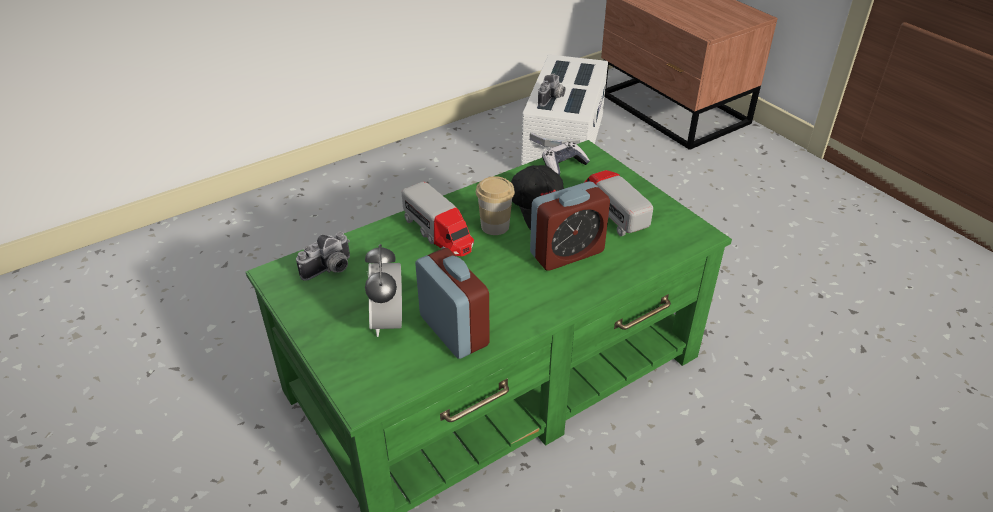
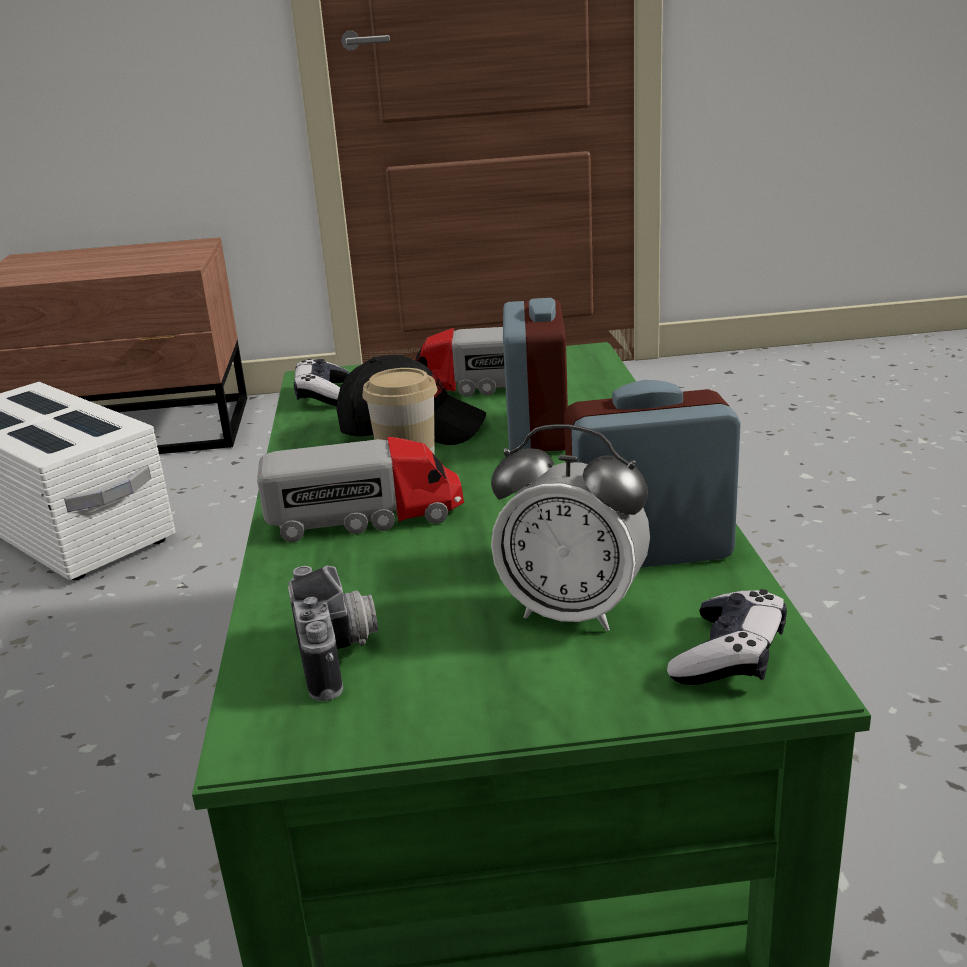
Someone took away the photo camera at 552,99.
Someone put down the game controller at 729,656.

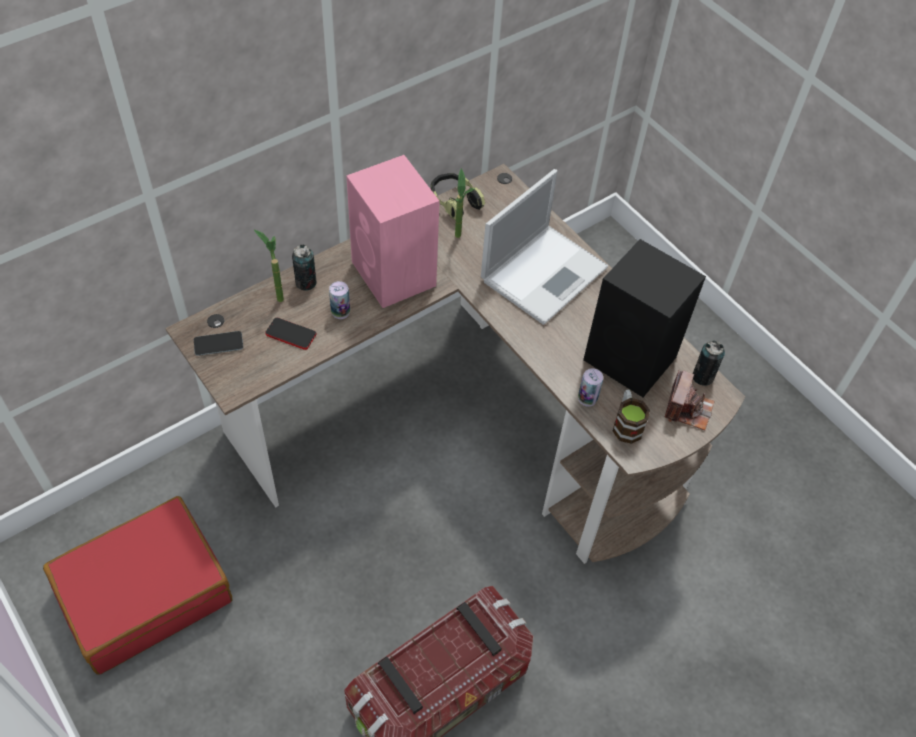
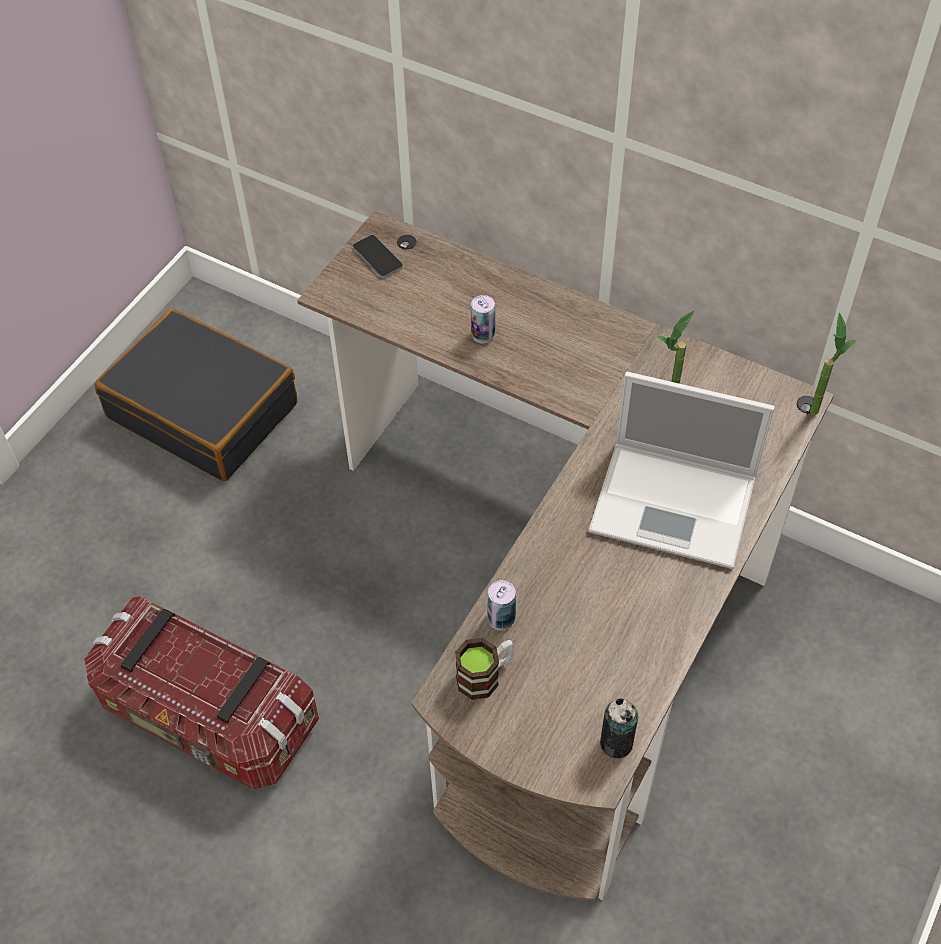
Someone repainted the suitcase in red at 145,592, which became the suitcase in black at 204,410.
Someone carried the potted plant from 276,295 to 816,404.
Someone took away the phone at 291,334.
Someone took away the can at 306,283.
Someone took away the speaker in pink at 394,275.
Someone took away the headphones at 454,202.
Someone took away the speaker in black at 631,360.
Someone took away the photo camera at 687,409.

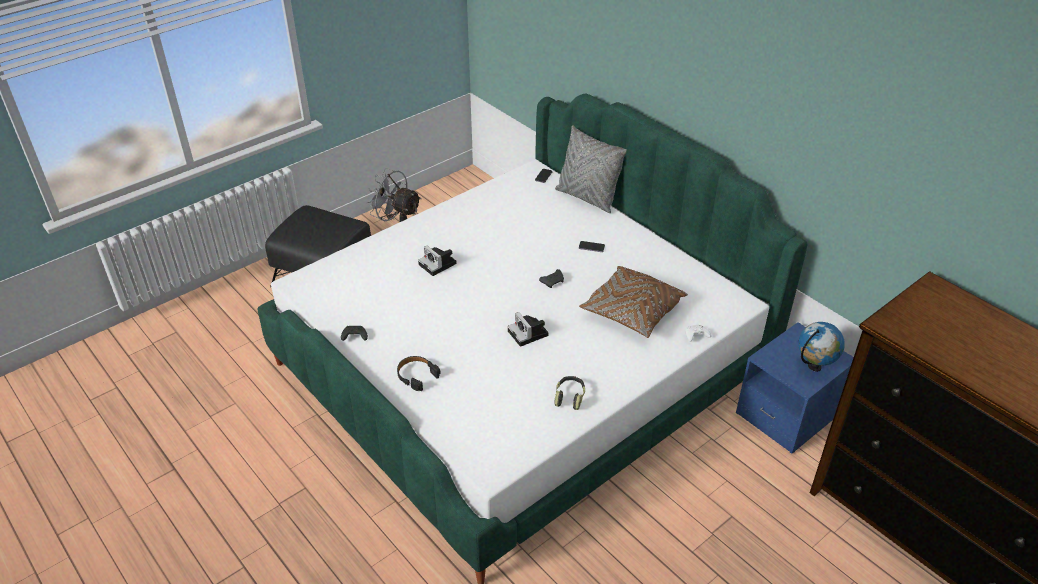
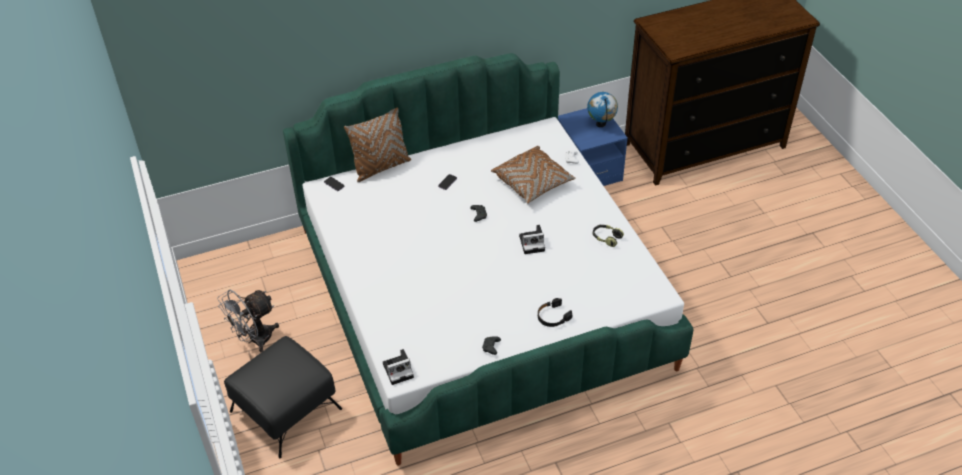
Someone carried the photo camera from 438,264 to 399,370.
Someone repainted the pillow in grey at 587,198, which became the pillow in brown at 381,167.

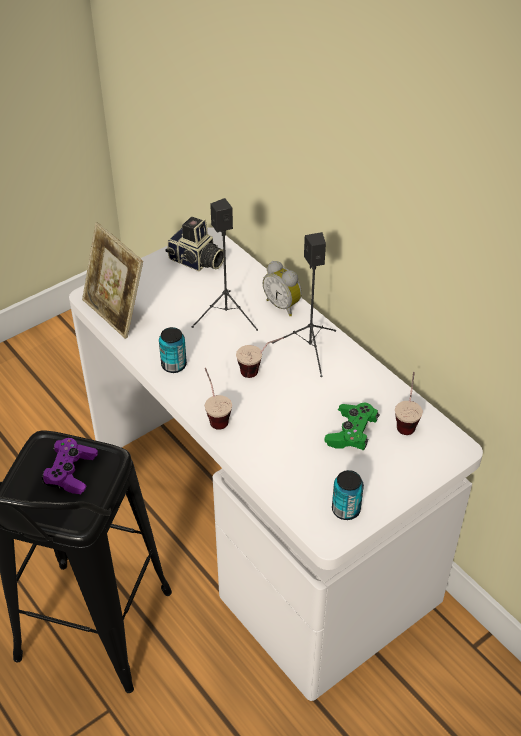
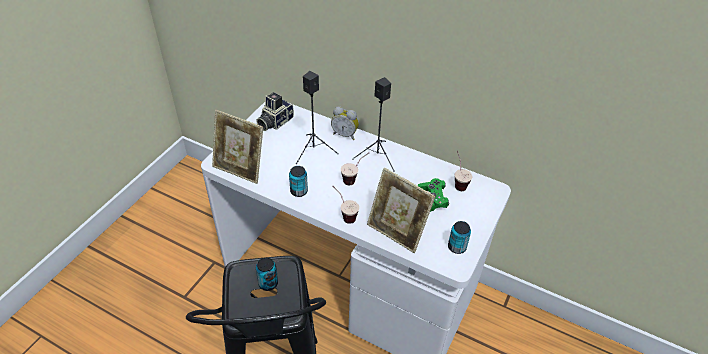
Someone swapped the game controller in purple at 71,472 for the can at 268,283.
Someone rotated the photo camera at 196,261 by 120 degrees clockwise.
Someone put down the picture frame at 396,232.

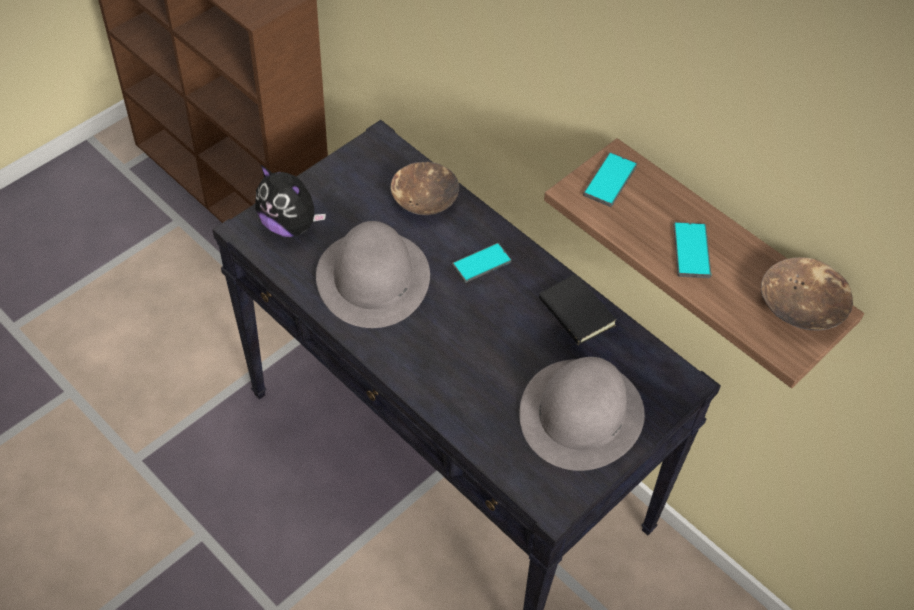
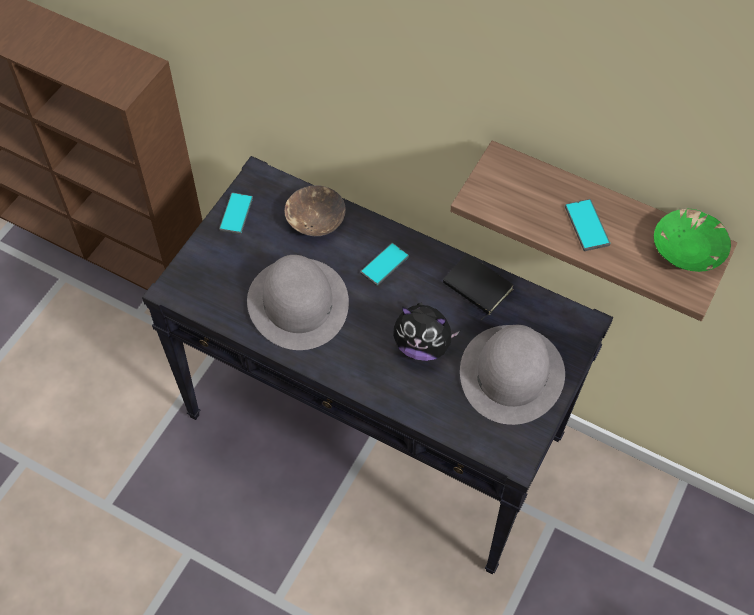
Someone carried the plush toy from 290,225 to 422,345.
Someone carried the phone from 610,180 to 236,214.
Someone repainted the bowl in brown at 802,306, which became the bowl in green at 688,250.

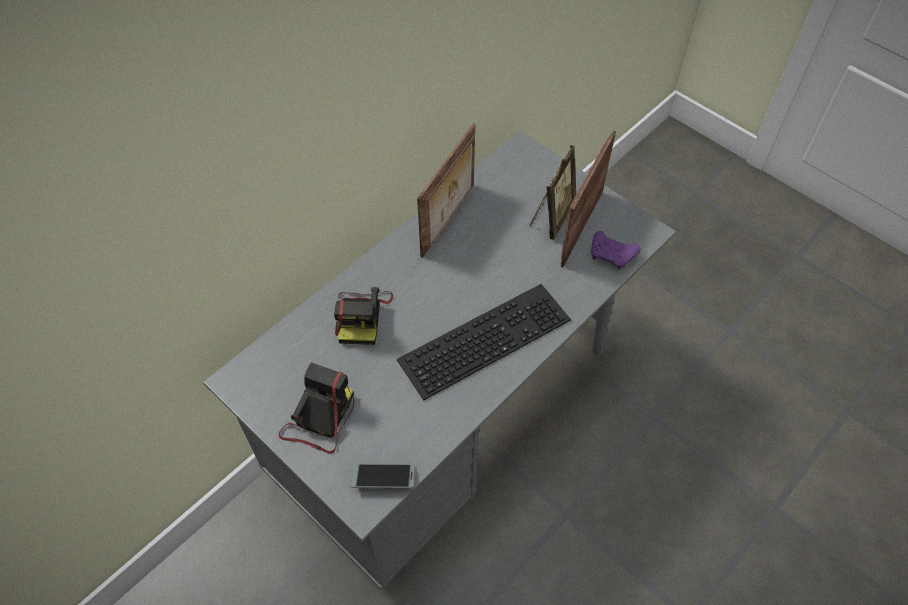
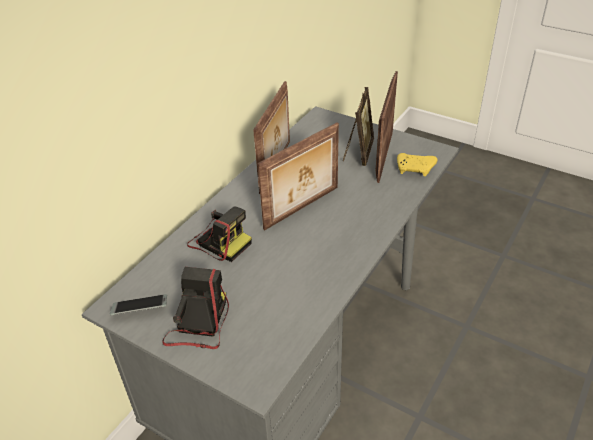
Someone rotated the photo camera at 362,316 by 45 degrees counterclockwise.
Someone carried the phone from 383,479 to 140,308.
Someone took away the keyboard at 484,336.
Someone repainted the game controller in purple at 612,255, which became the game controller in yellow at 415,169.
Someone put down the picture frame at 303,208.

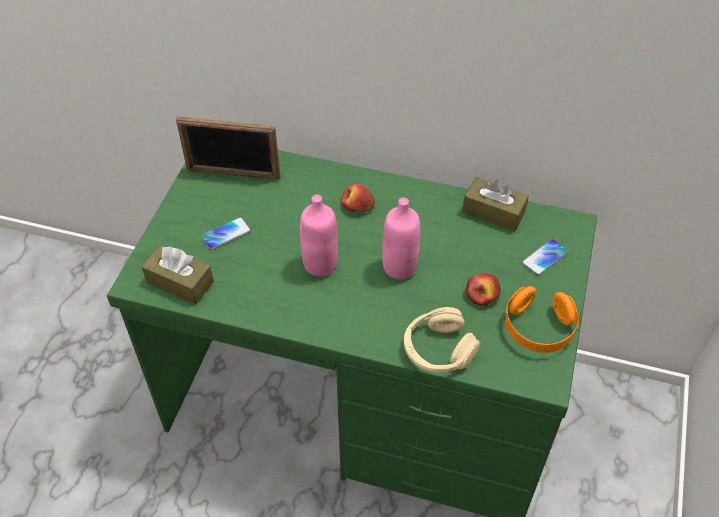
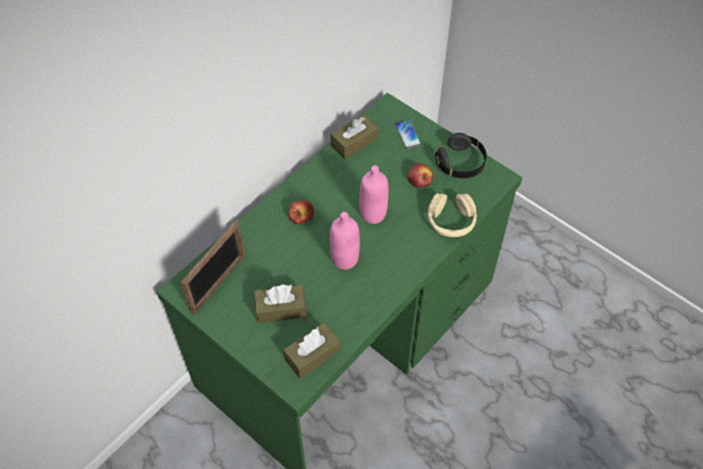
Someone swapped the phone at 226,234 for the tissue box in brown at 281,309.
Someone repainted the headphones in orange at 538,329, which became the headphones in black at 460,164.

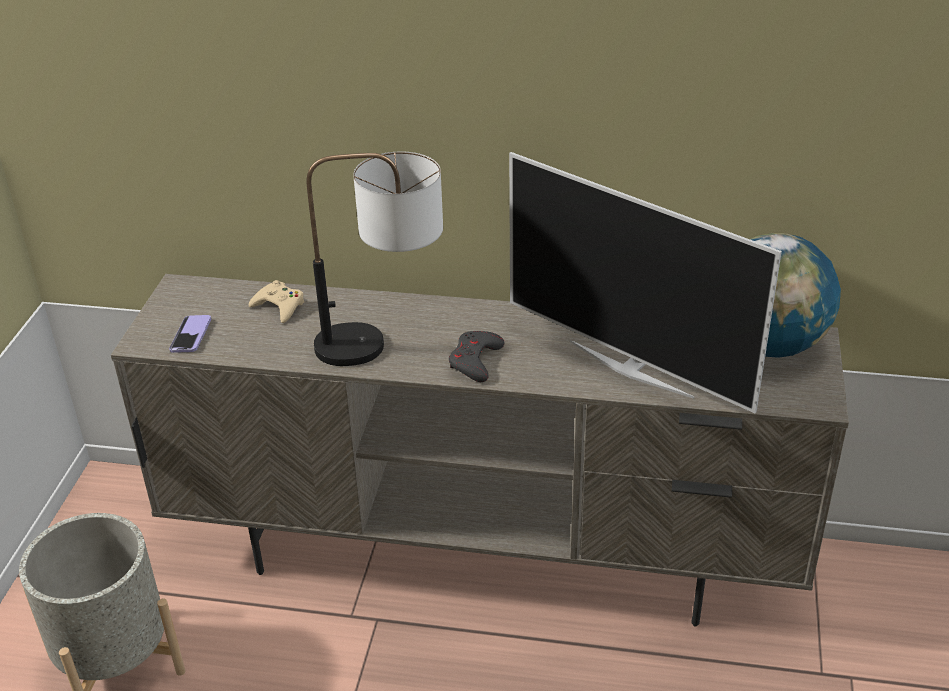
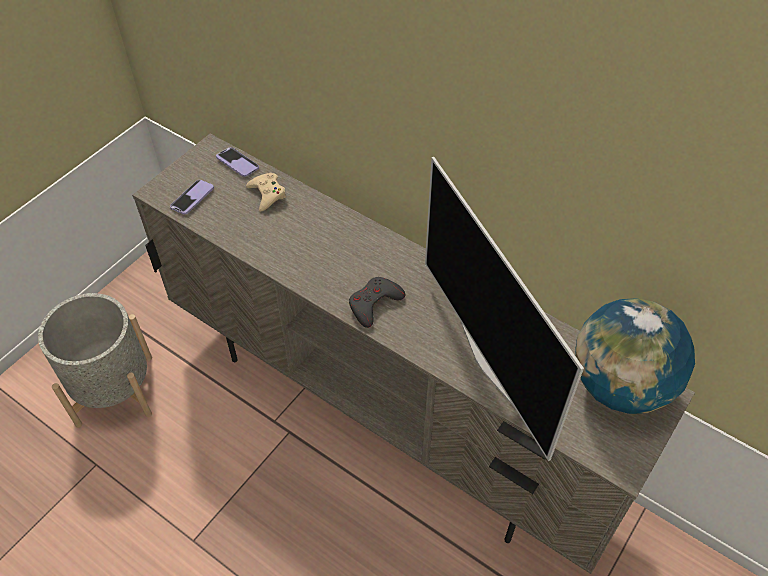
Someone took away the table lamp at 384,344.
Someone put down the phone at 237,163.

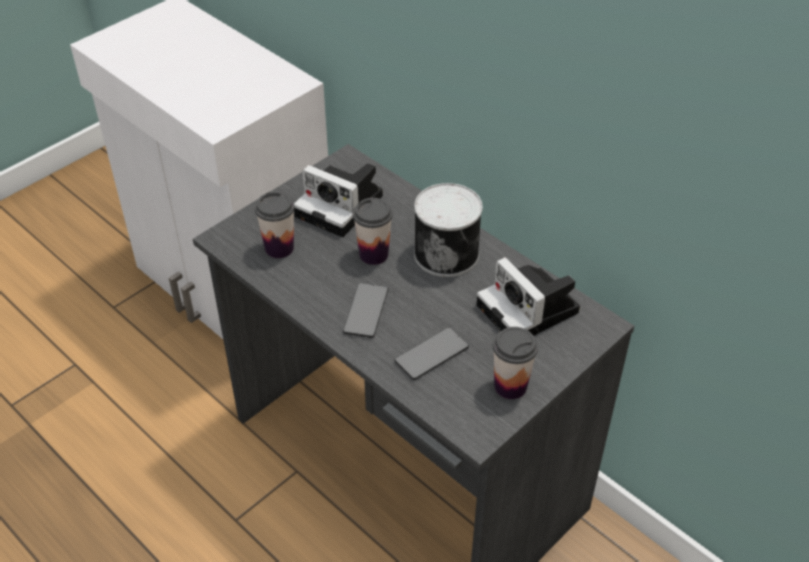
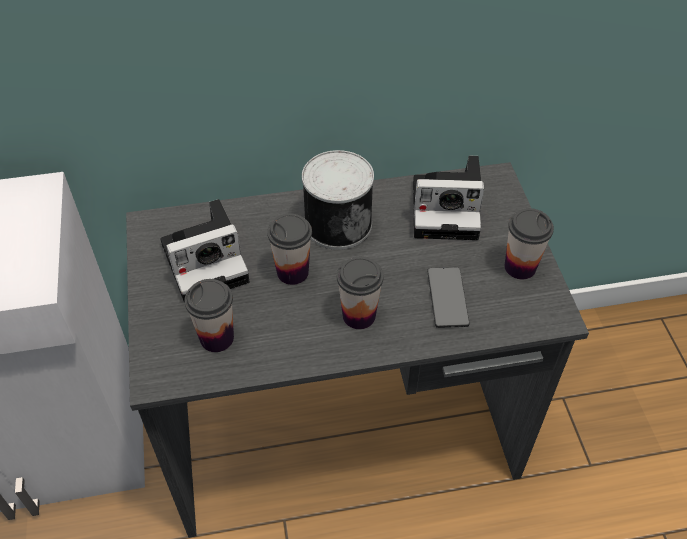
Someone swapped the phone at 366,311 for the cup at 359,315.

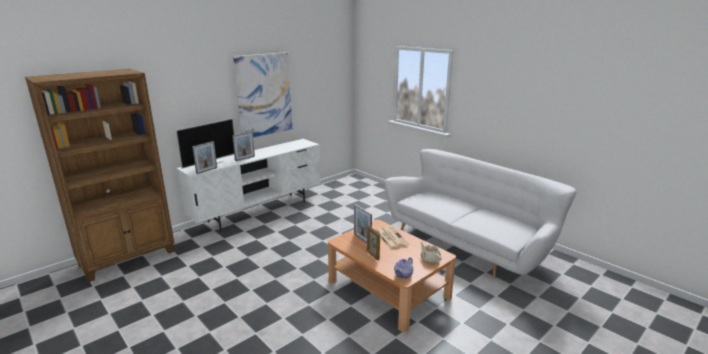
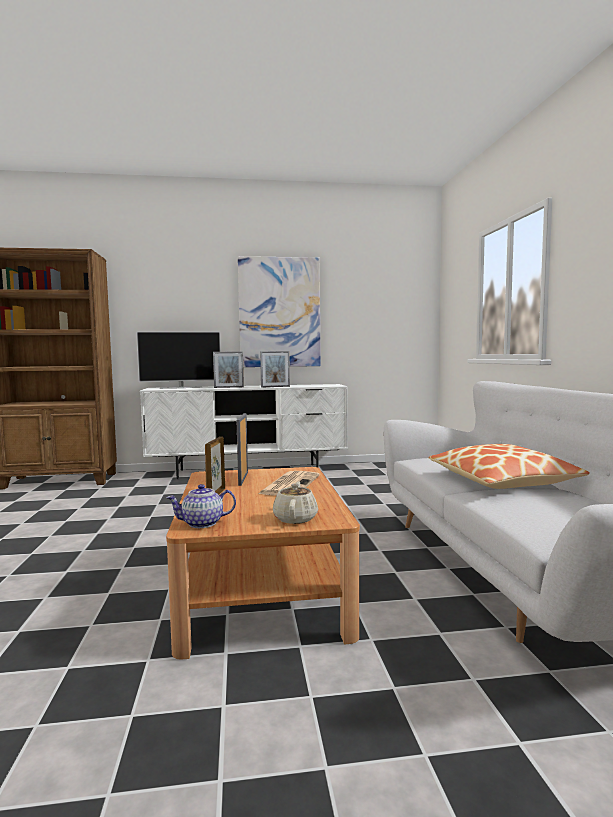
Someone carried the picture frame from 206,170 to 275,387.
Someone put down the pillow at 501,481.

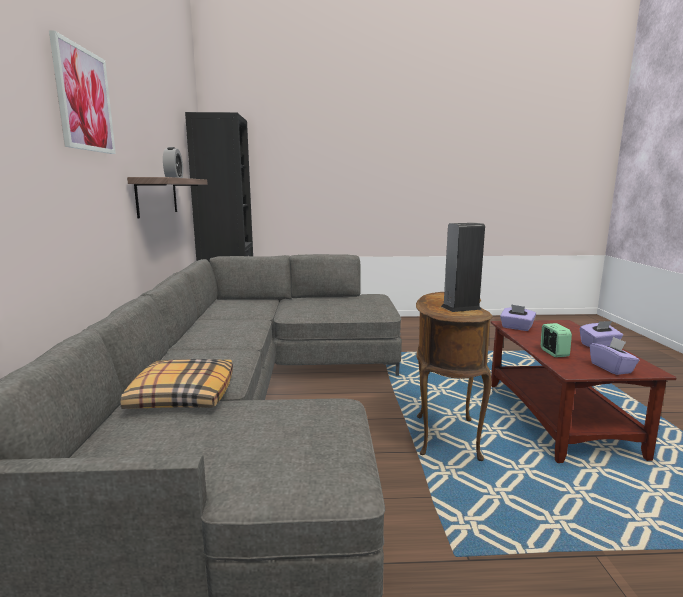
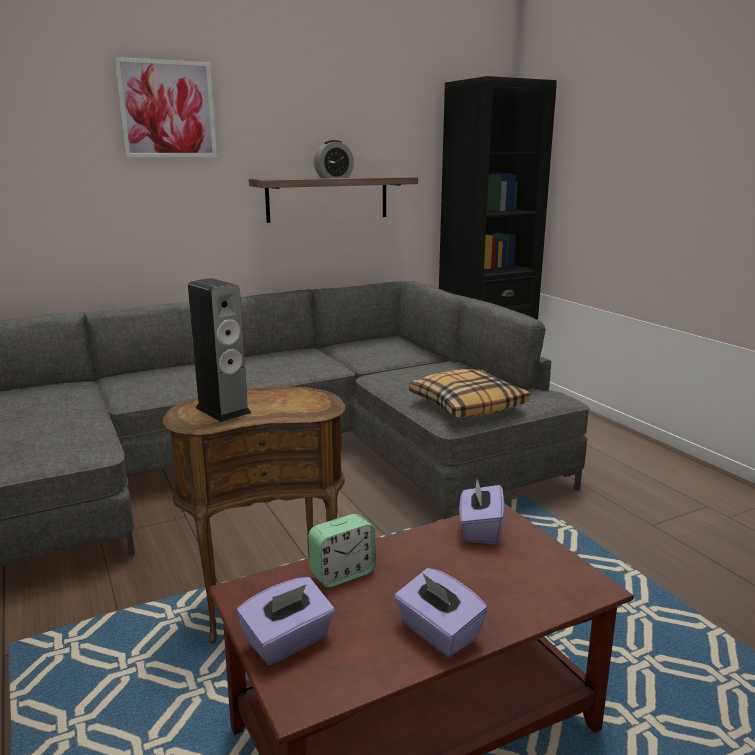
Someone carried the pillow from 182,396 to 467,405.

